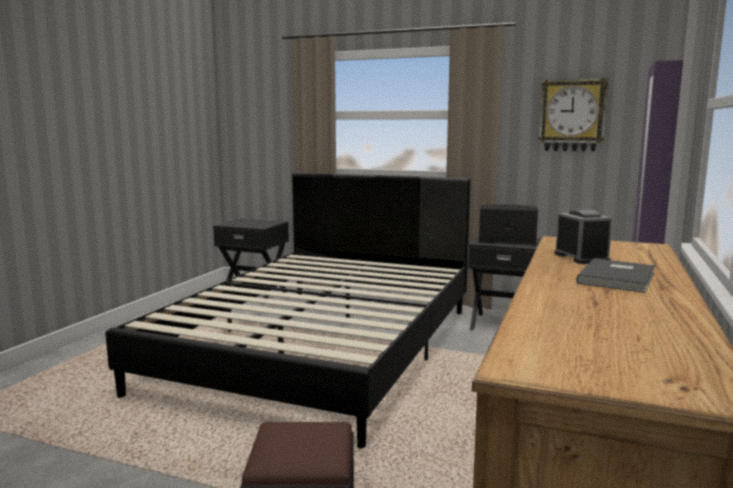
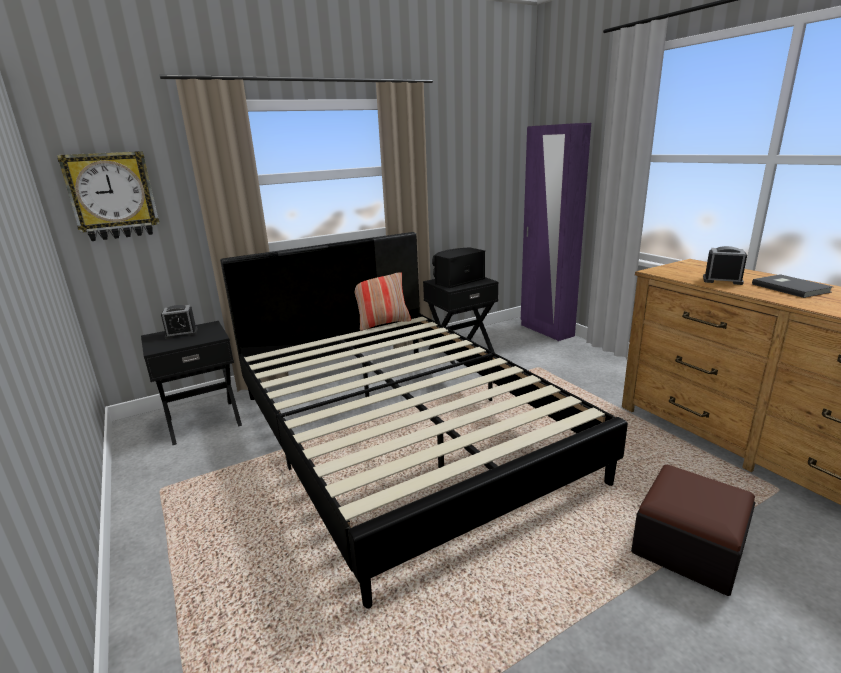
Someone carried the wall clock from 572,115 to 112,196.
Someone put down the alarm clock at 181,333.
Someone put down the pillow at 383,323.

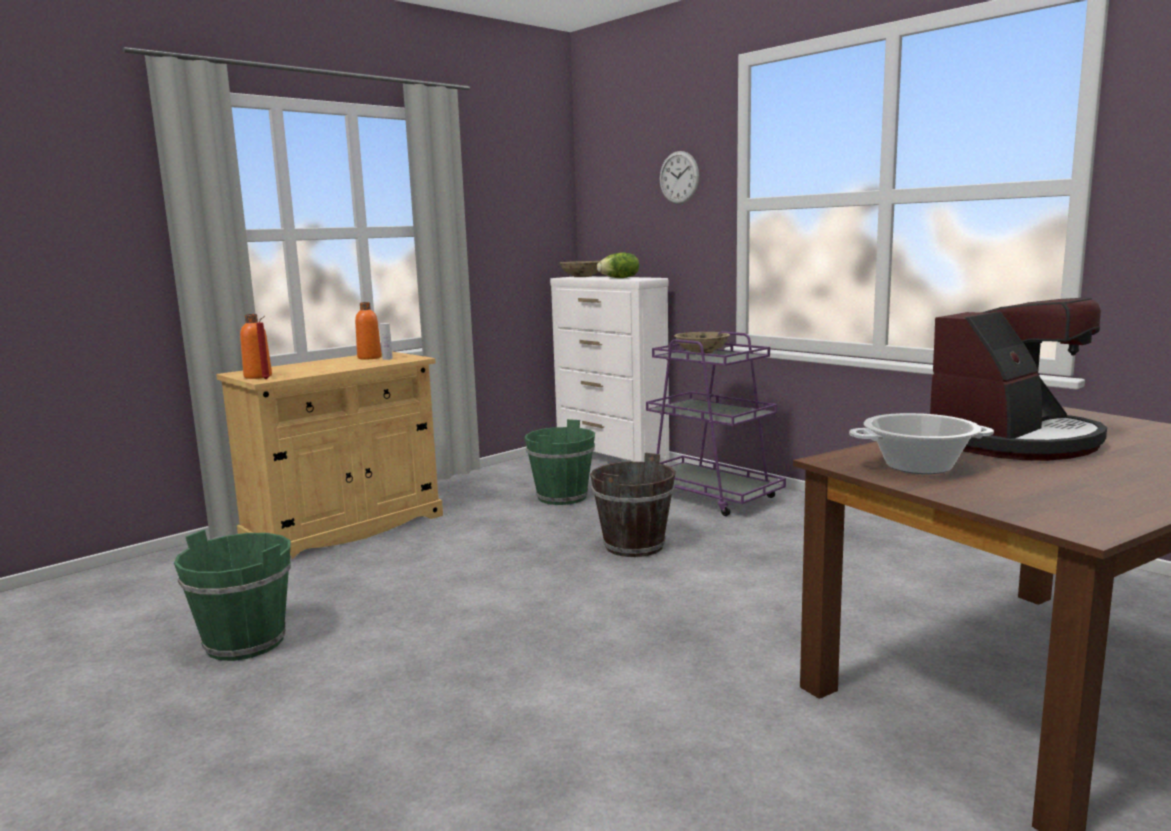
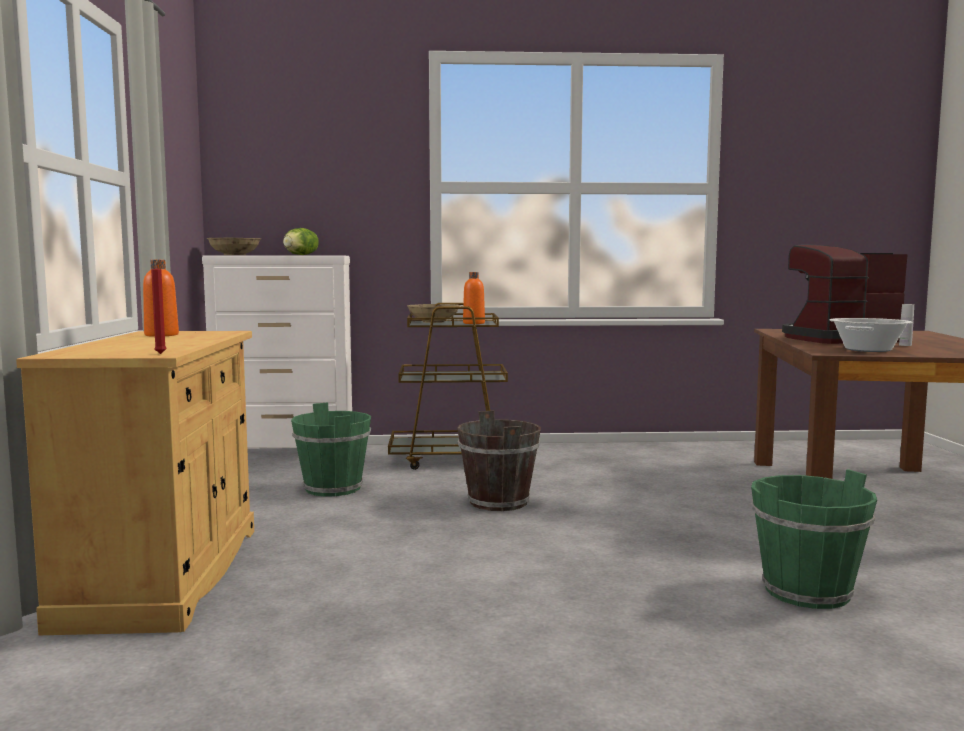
Someone carried the bucket in green from 246,642 to 806,591.
Someone carried the bottle in orange from 258,376 to 473,323.
Someone carried the bottle in white from 387,359 to 905,345.
Someone repainted the cart in purple at 710,496, which became the cart in brown at 453,459.
Someone took away the wall clock at 679,177.
Someone rotated the coffee machine at 1014,442 by 105 degrees counterclockwise.

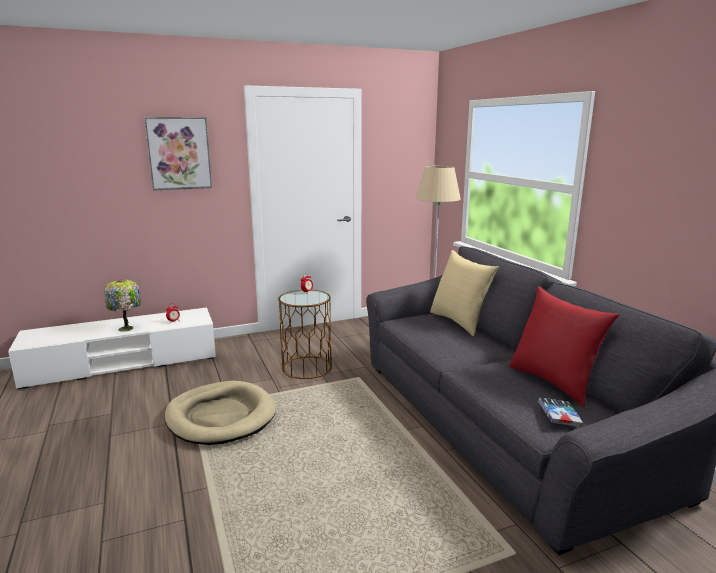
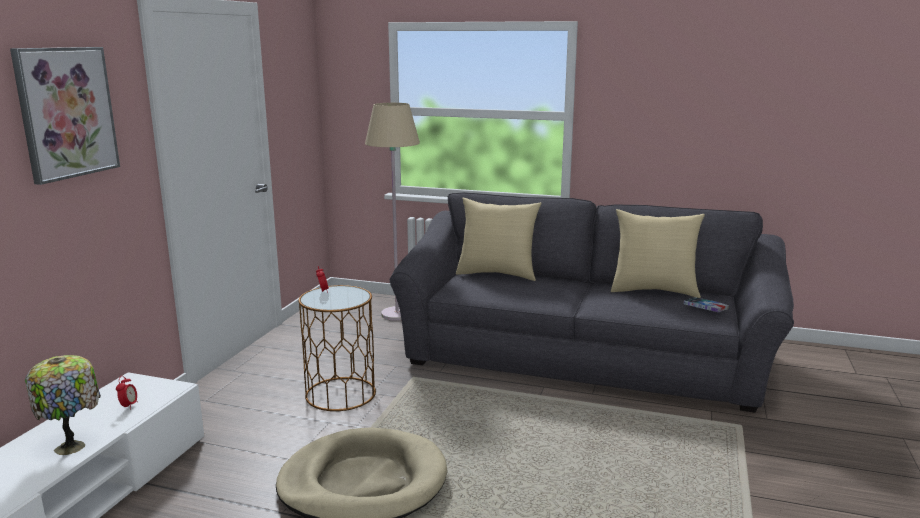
Someone repainted the pillow in red at 553,382, which became the pillow in beige at 654,290.

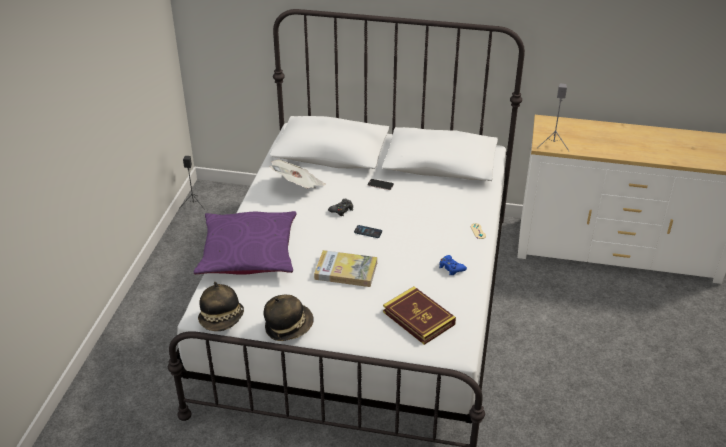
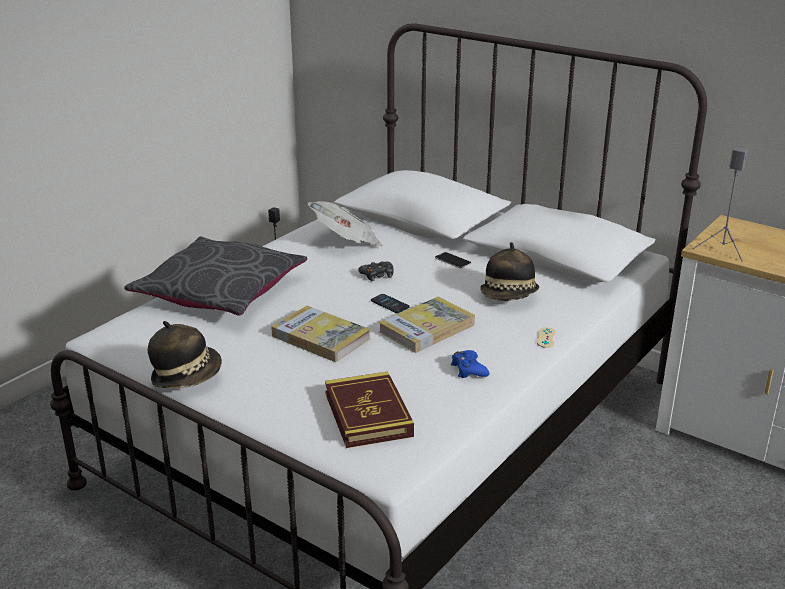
Someone repainted the pillow in purple at 248,253, which became the pillow in grey at 220,291.
Someone carried the hat from 222,319 to 509,296.
Someone put down the book at 427,328.

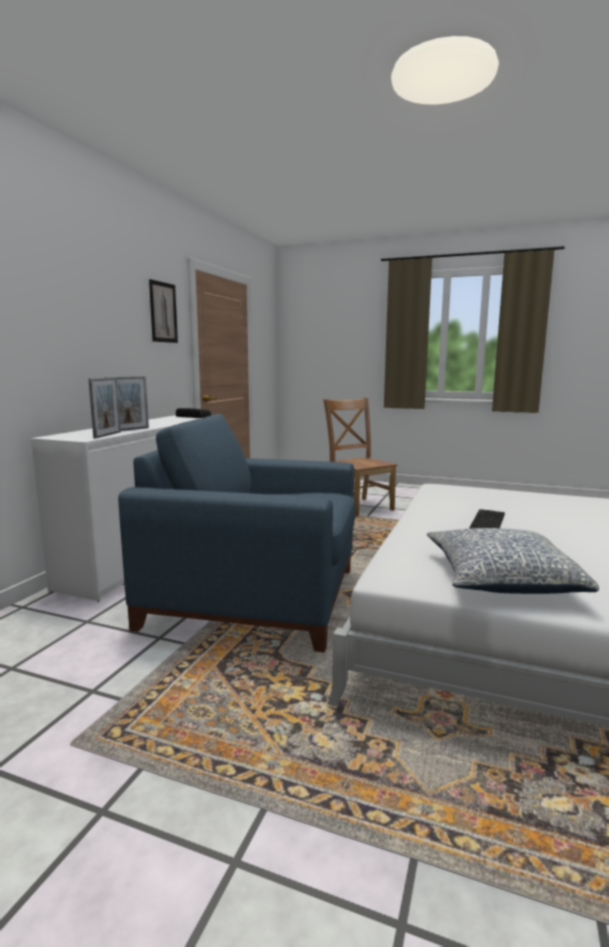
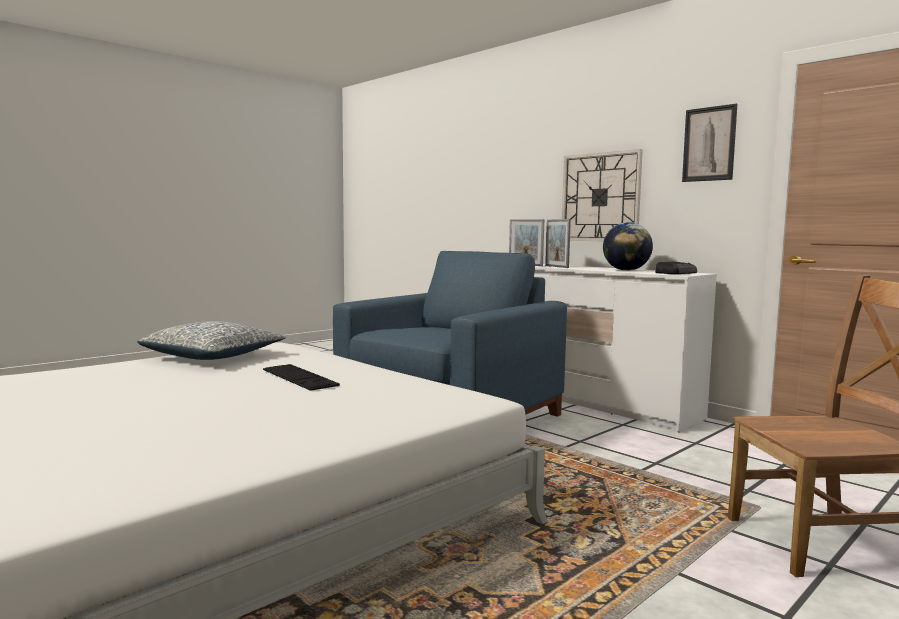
Someone put up the wall clock at 600,197.
Someone put down the globe at 626,270.

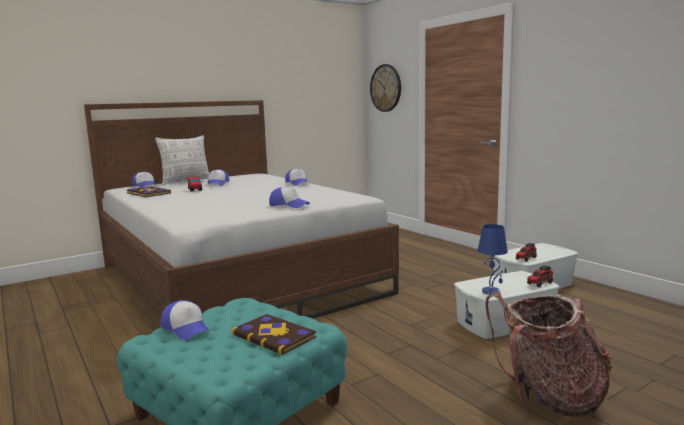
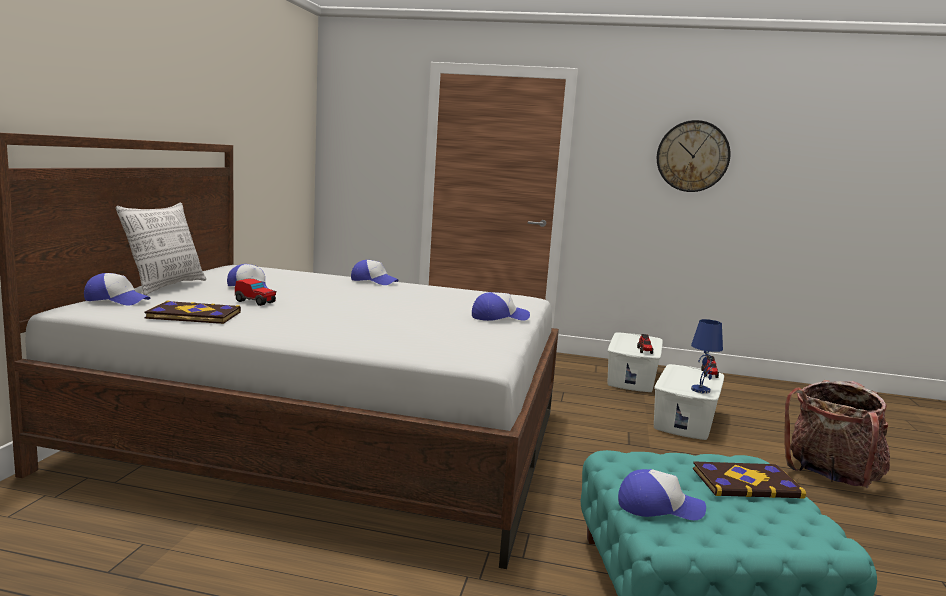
Someone carried the wall clock from 386,88 to 692,156.

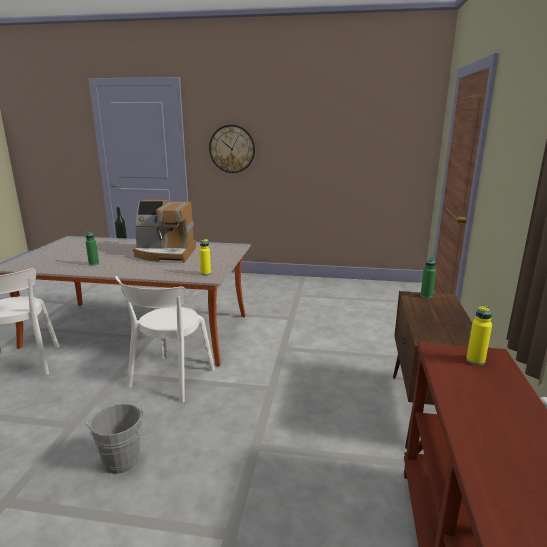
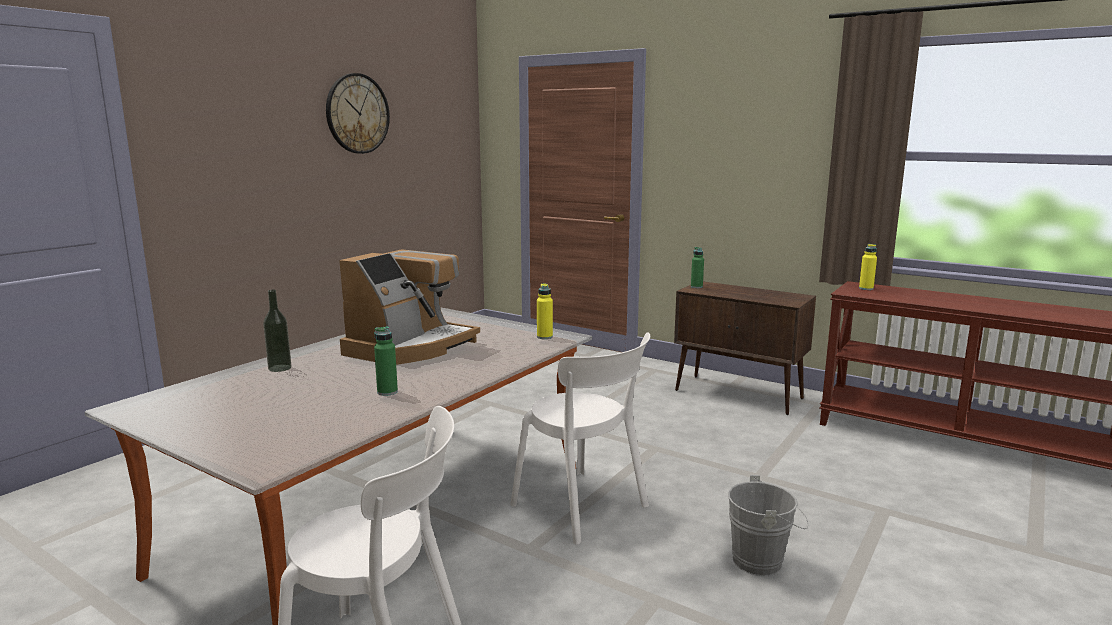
Someone carried the wall clock from 232,149 to 357,114.

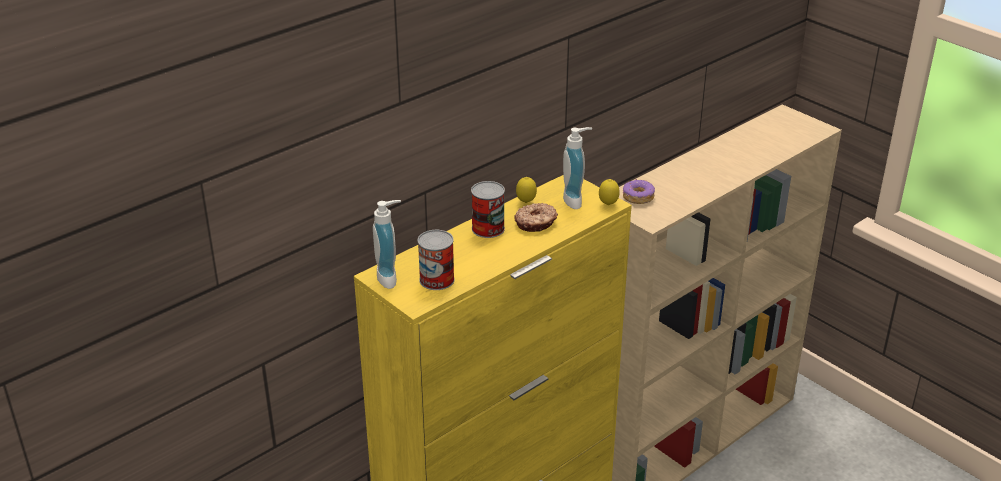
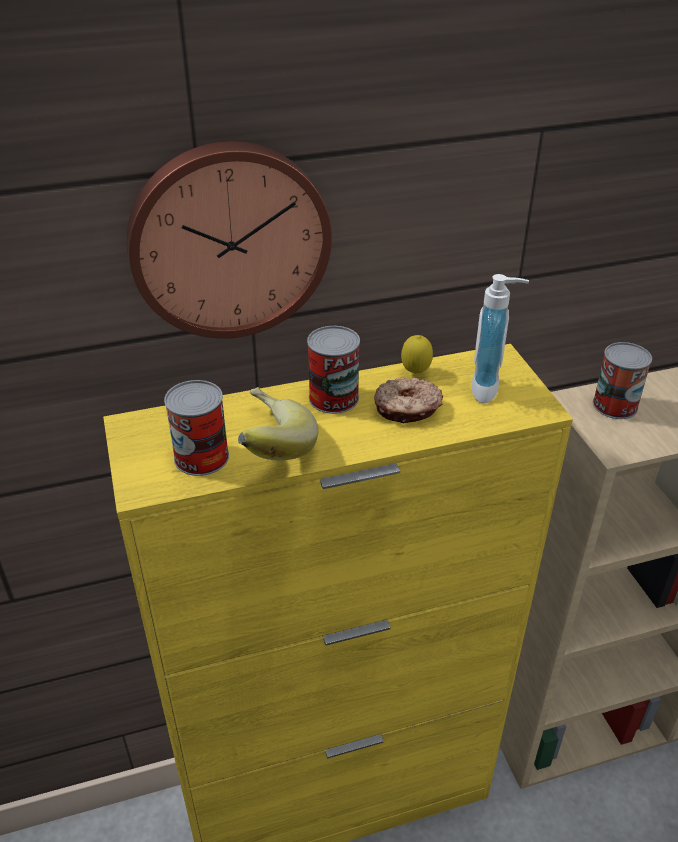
Someone took away the soap dispenser at 391,277.
Someone took away the lemon at 608,204.
Someone swapped the donut at 637,197 for the can at 615,405.
Someone put up the wall clock at 228,240.
Someone put down the banana at 266,448.

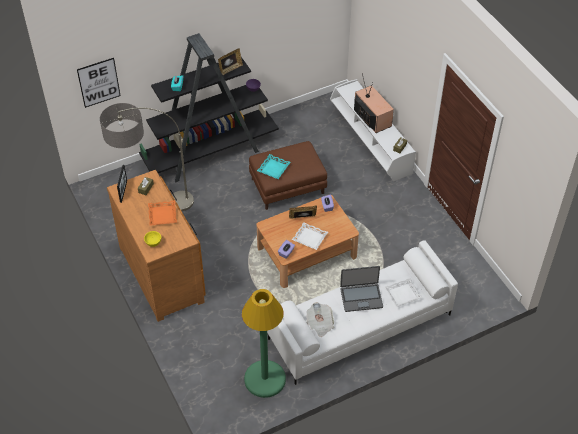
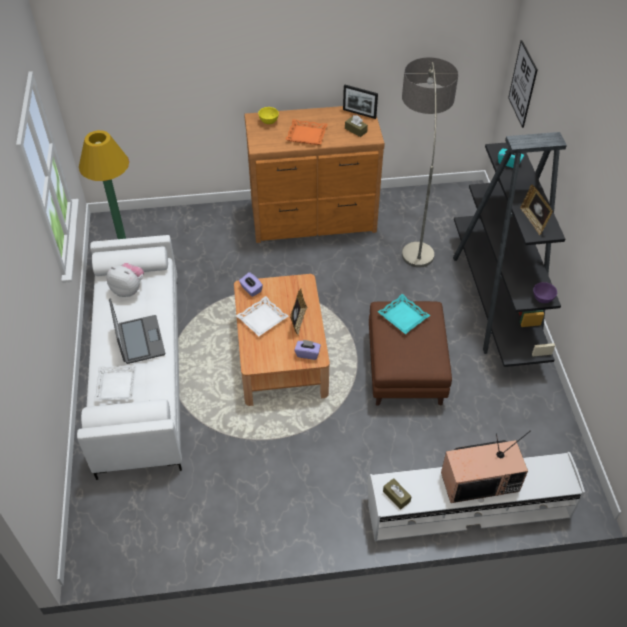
Someone swapped the newspaper at 320,324 for the plush toy at 128,289.
Someone rotated the laptop at 361,297 by 150 degrees clockwise.

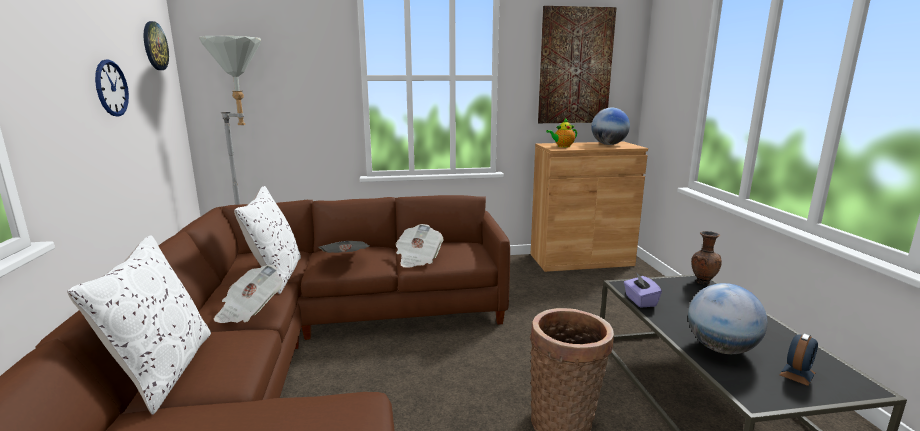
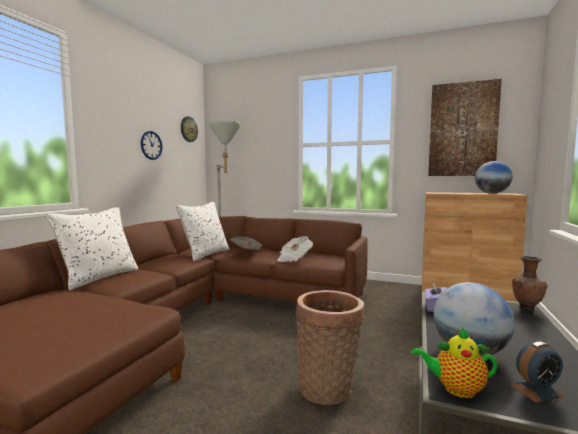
Someone took away the newspaper at 250,310.
Someone carried the teapot from 562,146 to 455,389.

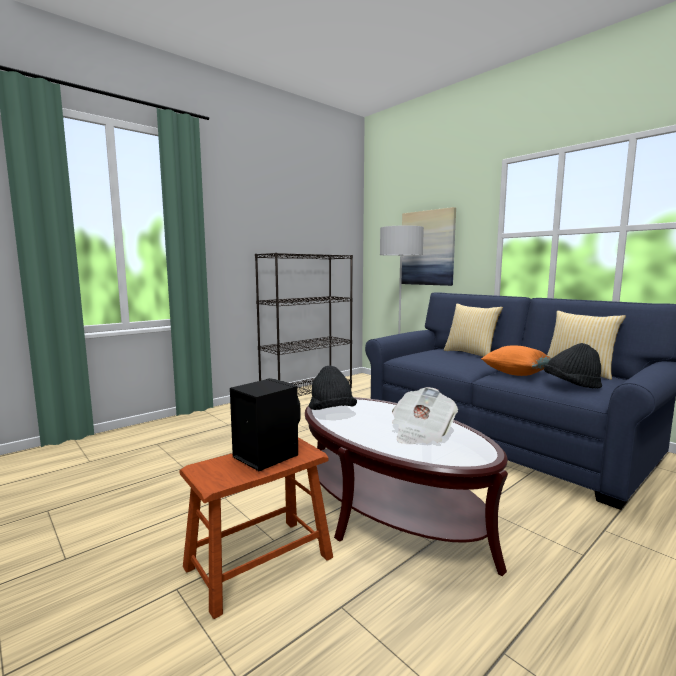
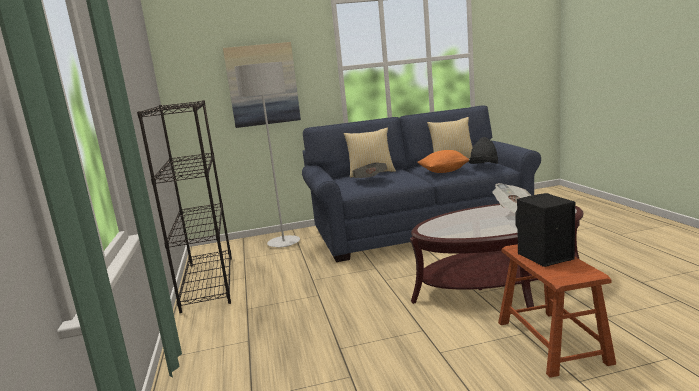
Someone took away the hat in black at 331,412.
Someone put down the newspaper at 370,181.

